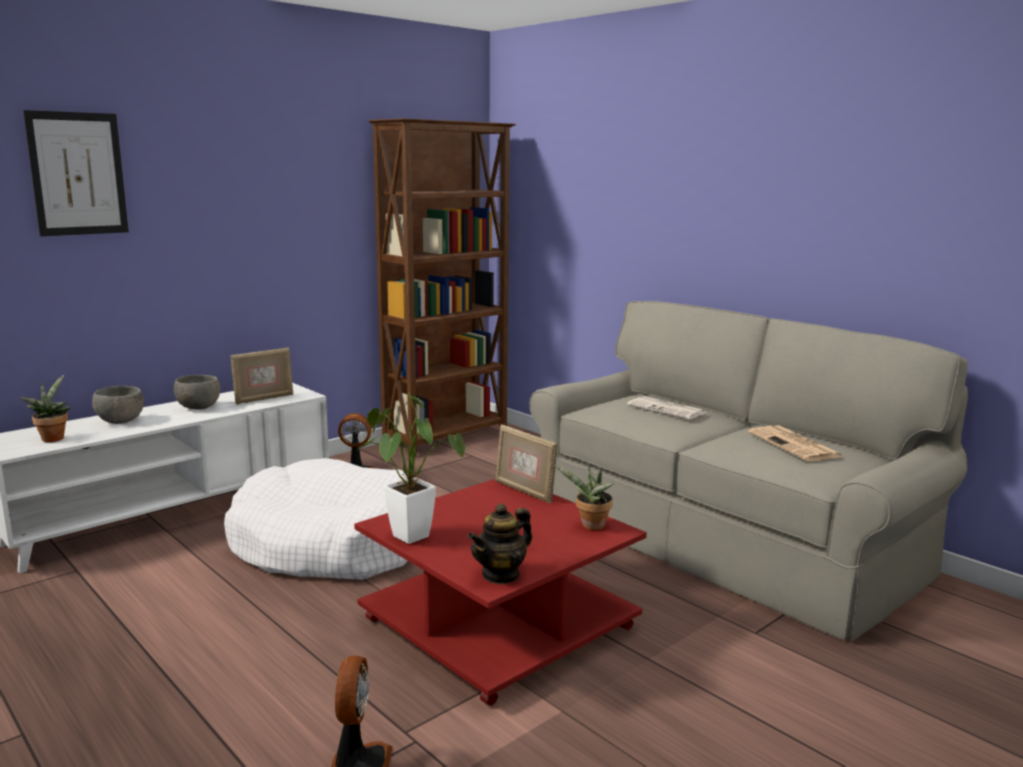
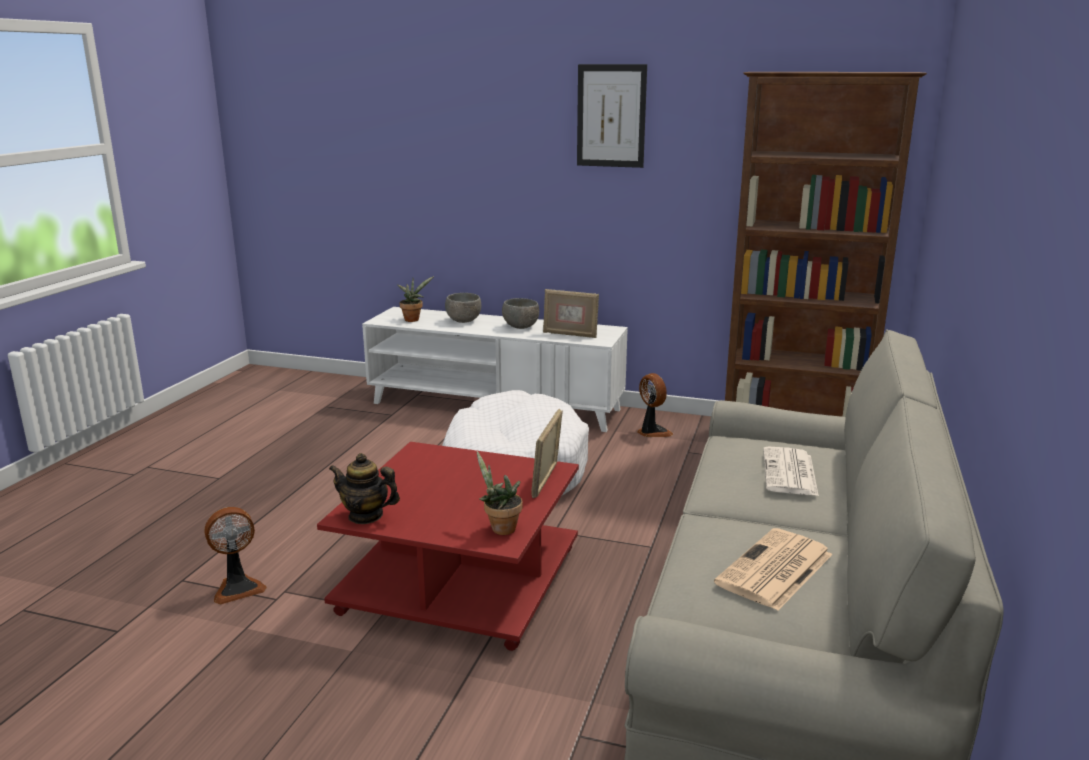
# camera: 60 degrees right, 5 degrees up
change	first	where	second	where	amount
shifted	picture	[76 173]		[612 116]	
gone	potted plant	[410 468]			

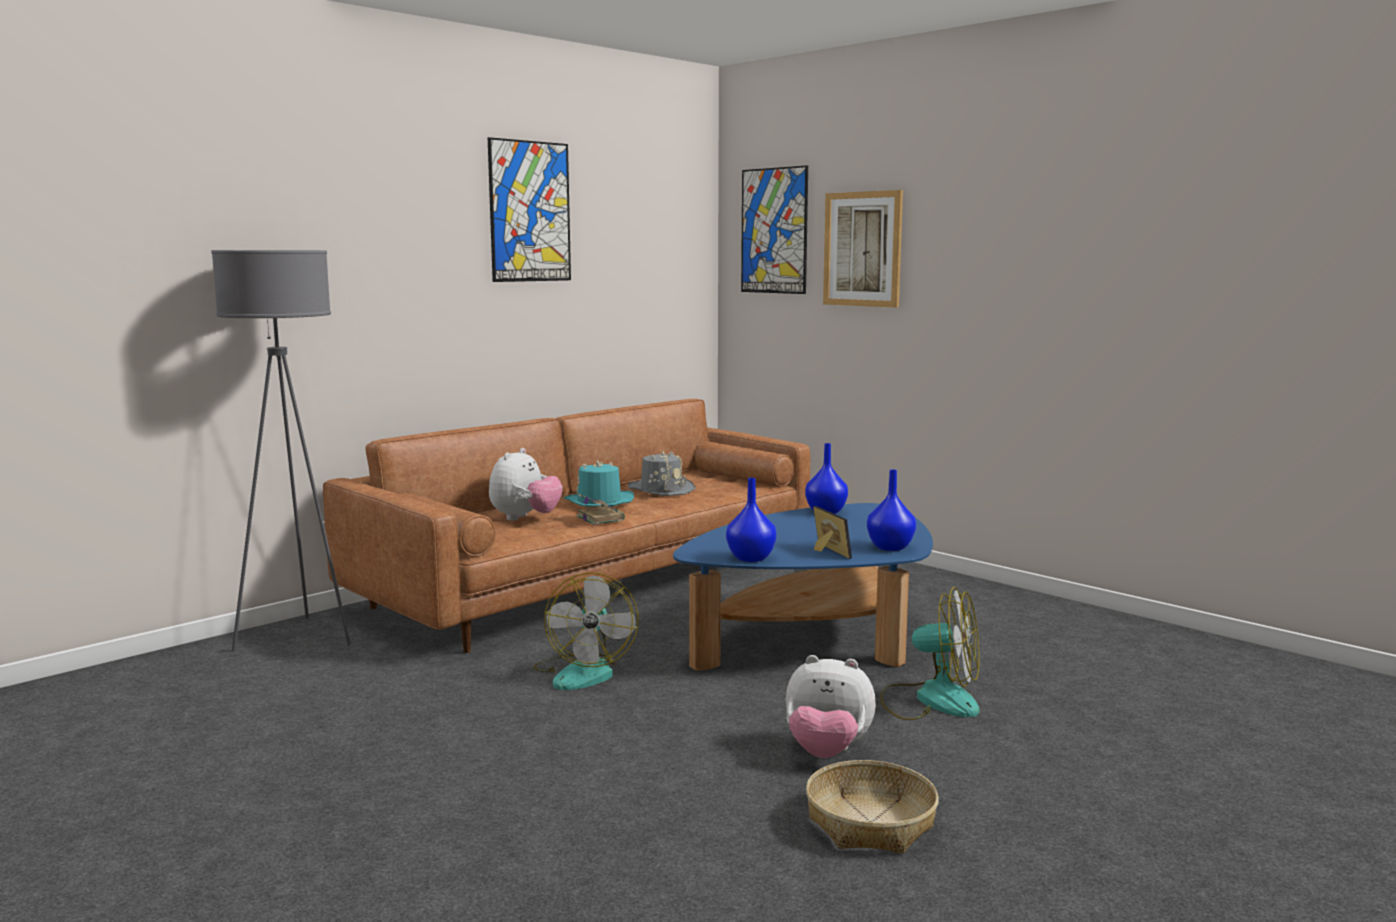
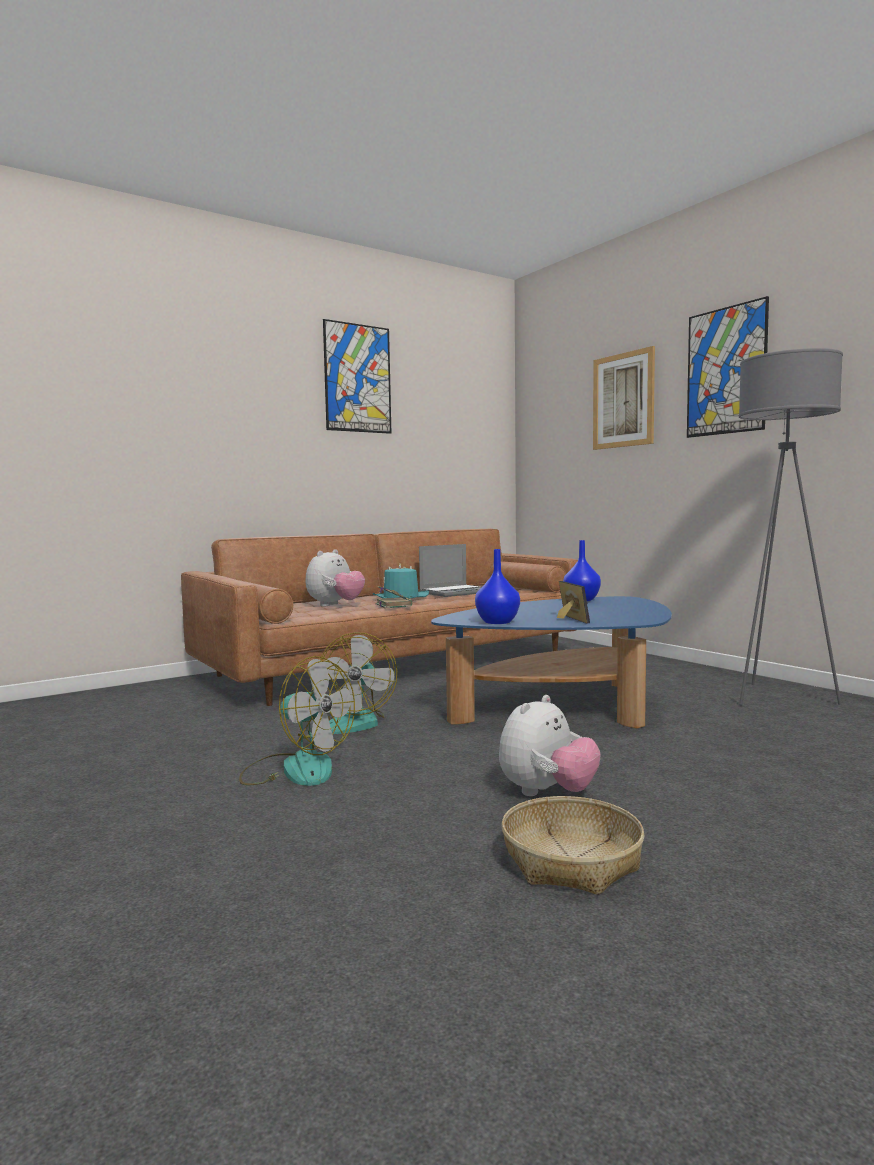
# camera: 10 degrees right, 5 degrees down
change	first	where	second	where	amount
shifted	floor lamp/gray	[281 450]		[791 526]	
swapped	clothing hat/gray	[661 473]	notebook computer	[450 570]	
shifted	picture	[774 230]		[728 367]	
rotated	plush toy	[831 706]		[550 745]	75 degrees counterclockwise
gone	flower vase/bluish	[891 510]			
shifted	cooling fan	[930 653]		[297 721]	

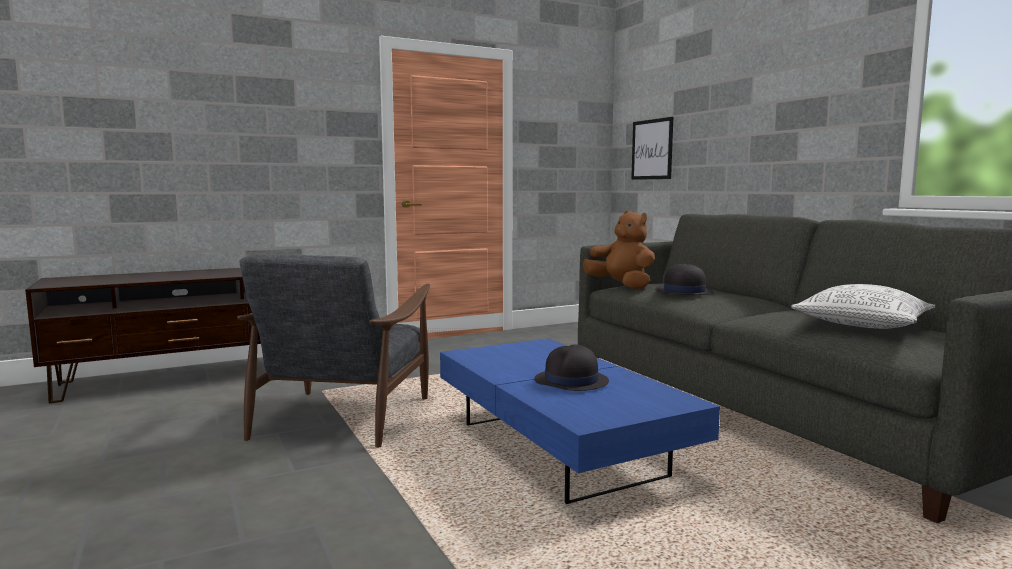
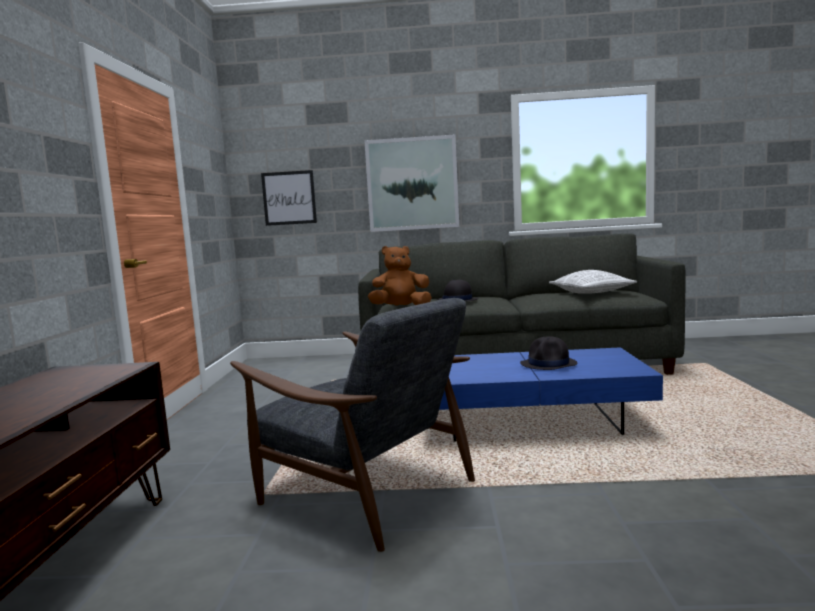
# camera: 60 degrees left, 0 degrees up
change	first	where	second	where	amount
new			picture	[411 183]	

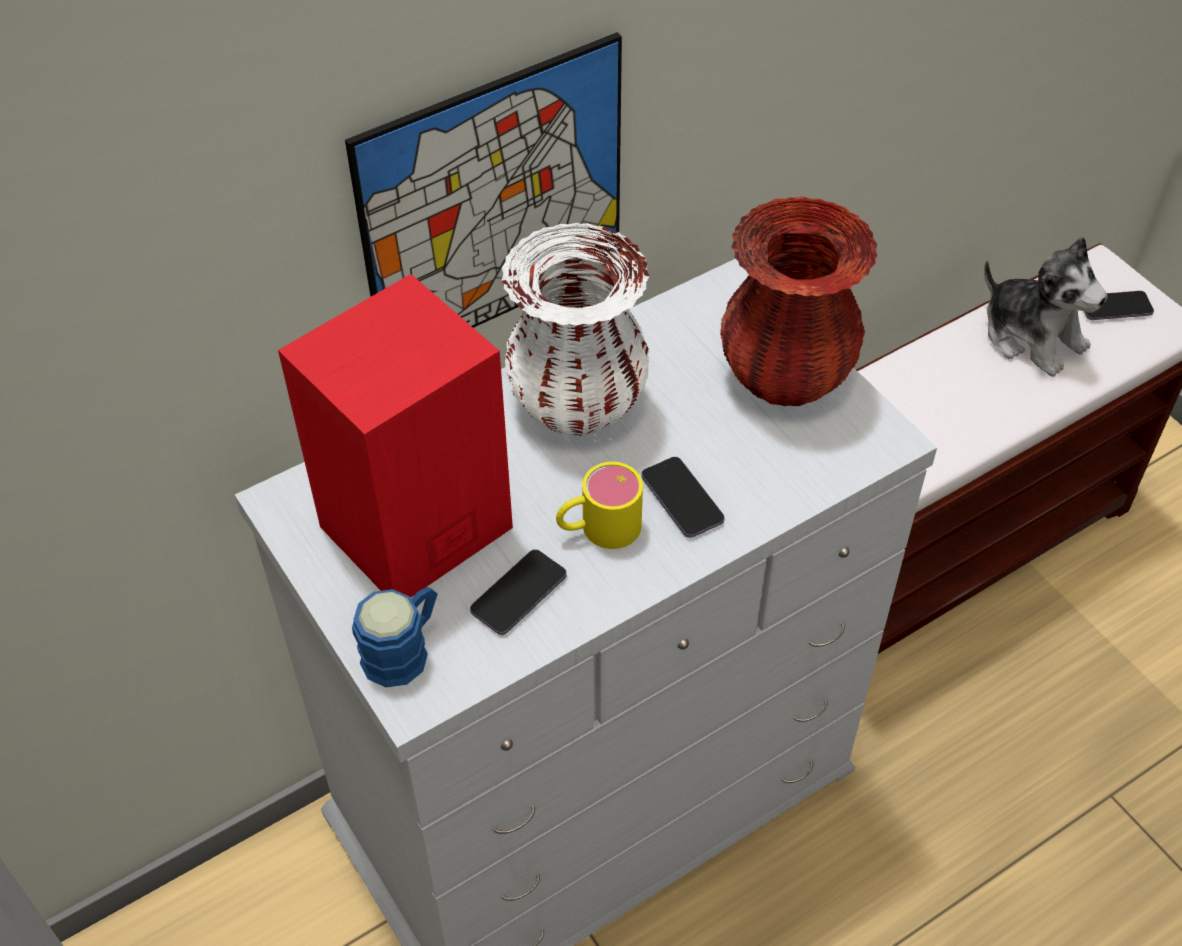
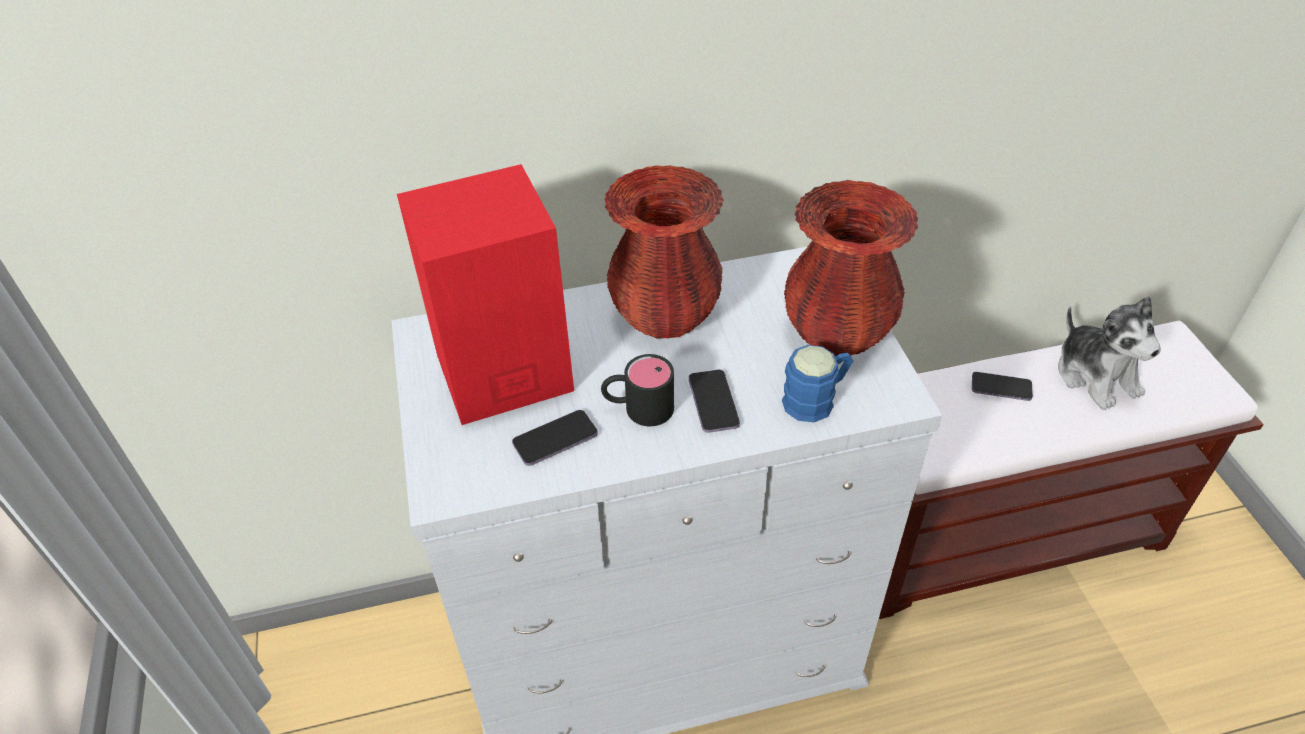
# camera: 20 degrees right, 5 degrees down
change	first	where	second	where	amount
gone	picture	[483 180]			
shifted	mug/bluish	[395 637]		[817 383]	
repainted	flower vase/white	[575 329]	flower vase/red	[664 252]	
repainted	mug/yellow-coloured	[599 505]	mug/black	[637 390]	
shifted	handset	[1119 305]		[1002 386]	

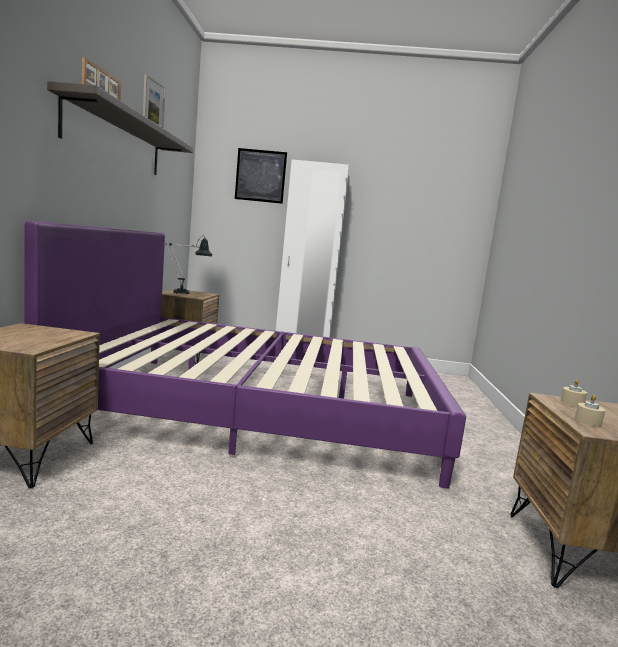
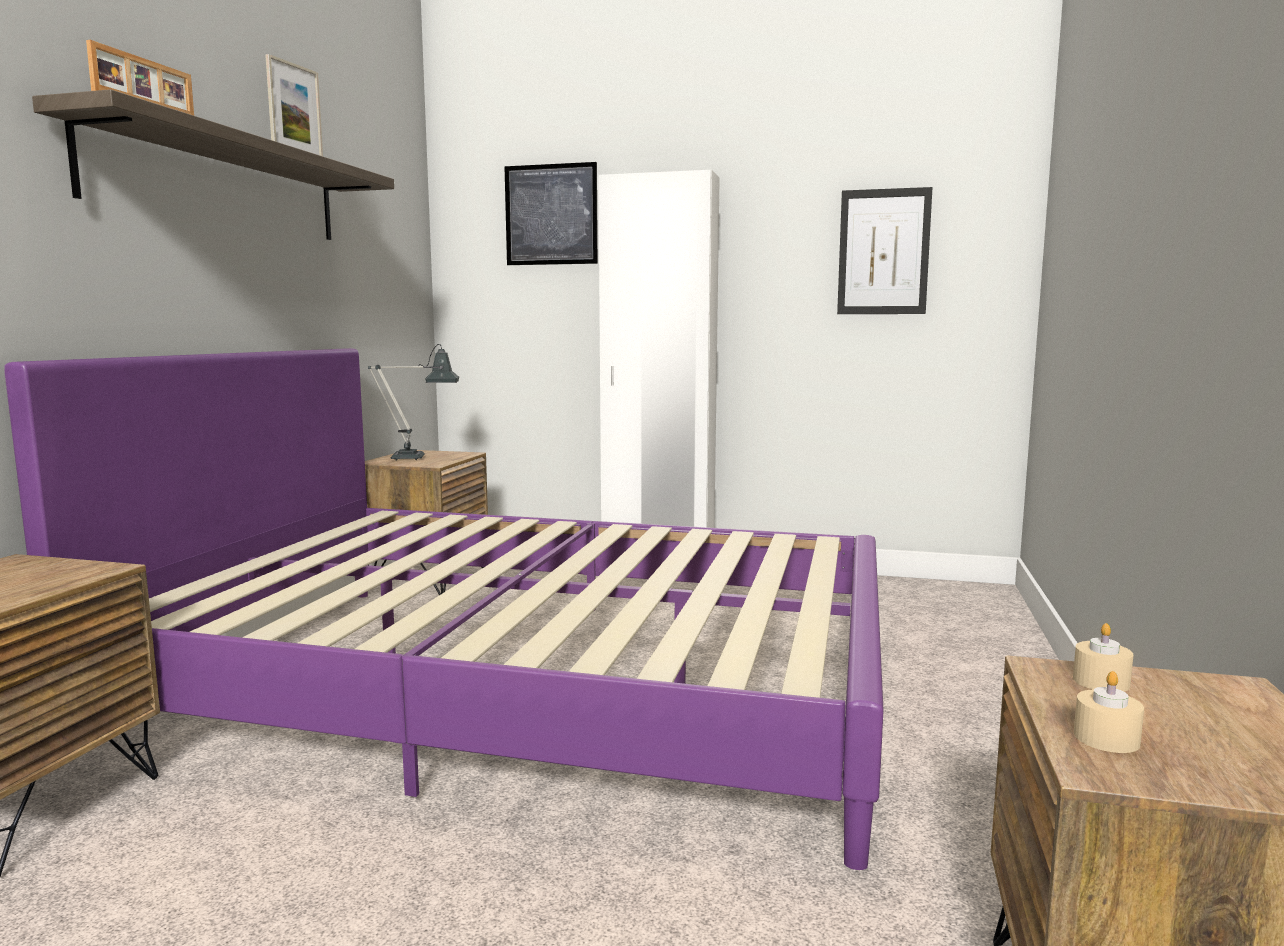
# camera: 10 degrees right, 0 degrees up
change	first	where	second	where	amount
new			picture	[885 250]	

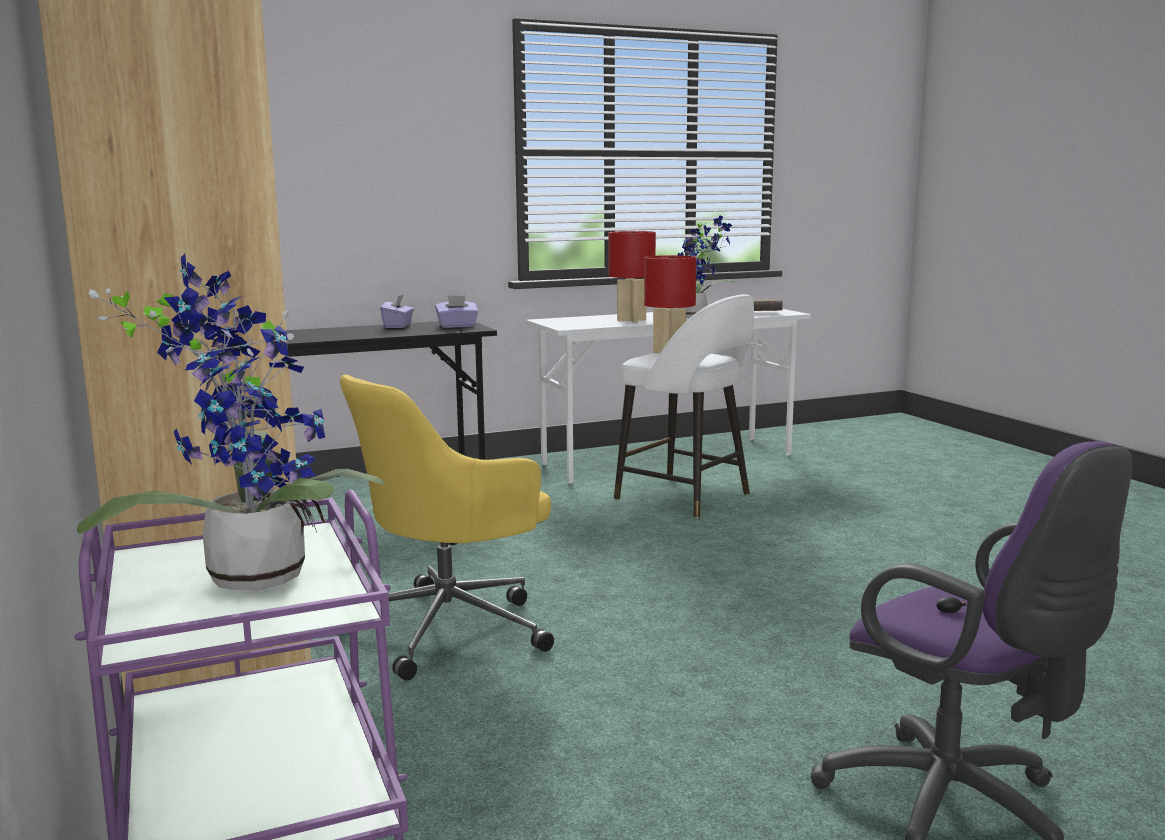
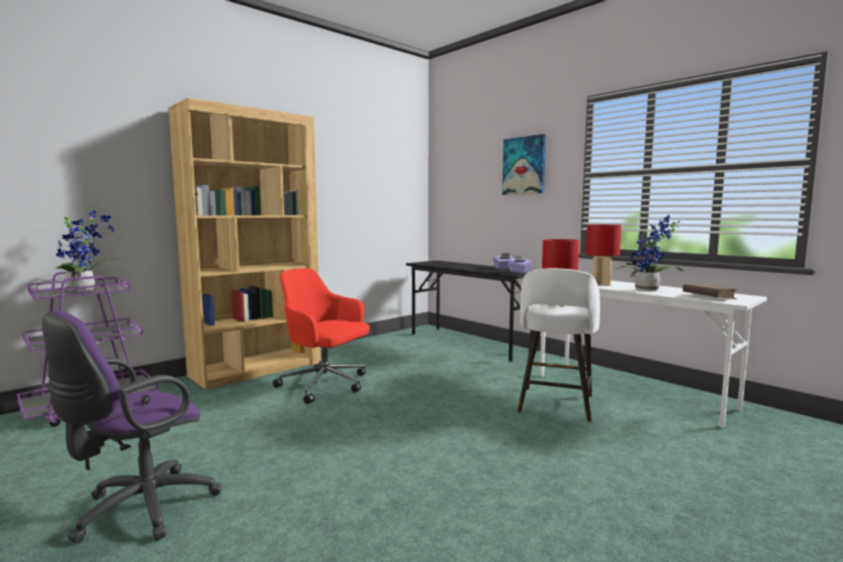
# camera: 70 degrees right, 5 degrees down
change	first	where	second	where	amount
repainted	desk chair/yellow-coloured	[447 528]	desk chair/red	[321 336]	
new			picture	[524 164]	

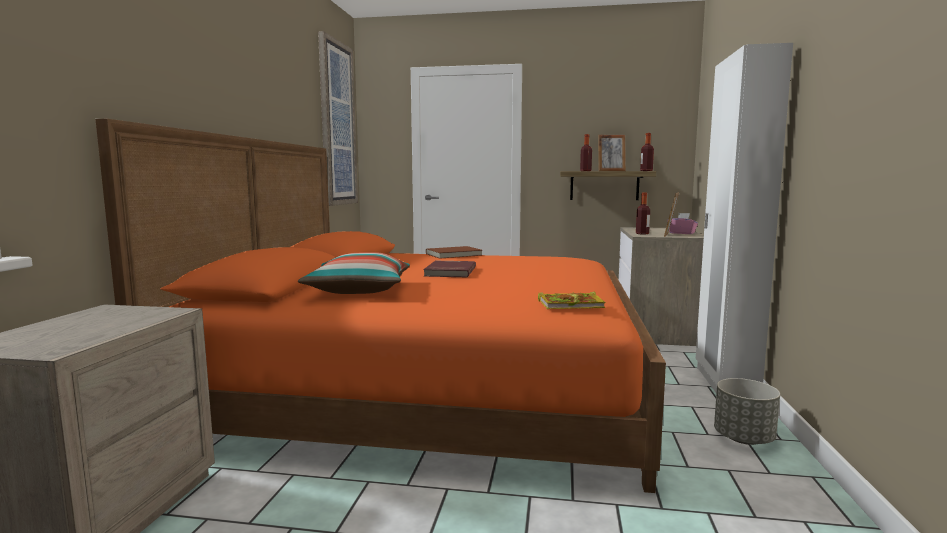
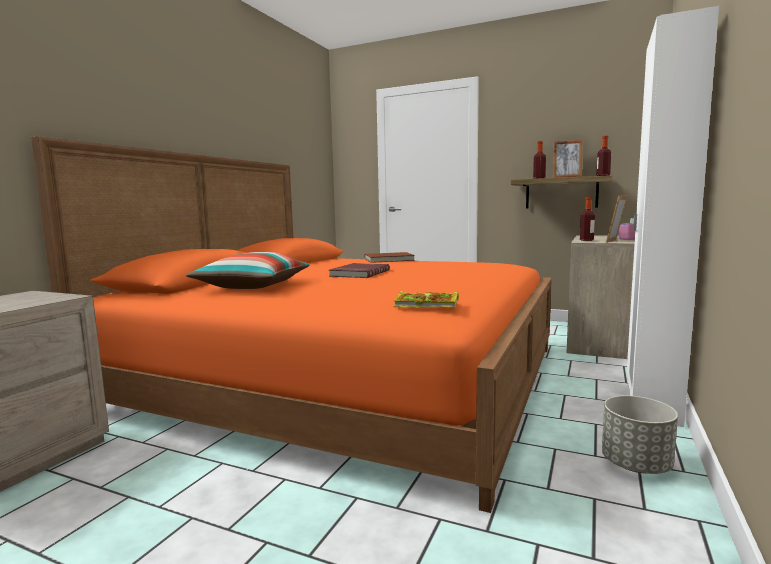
# camera: 15 degrees right, 0 degrees up
change	first	where	second	where	amount
gone	picture	[338 118]			

